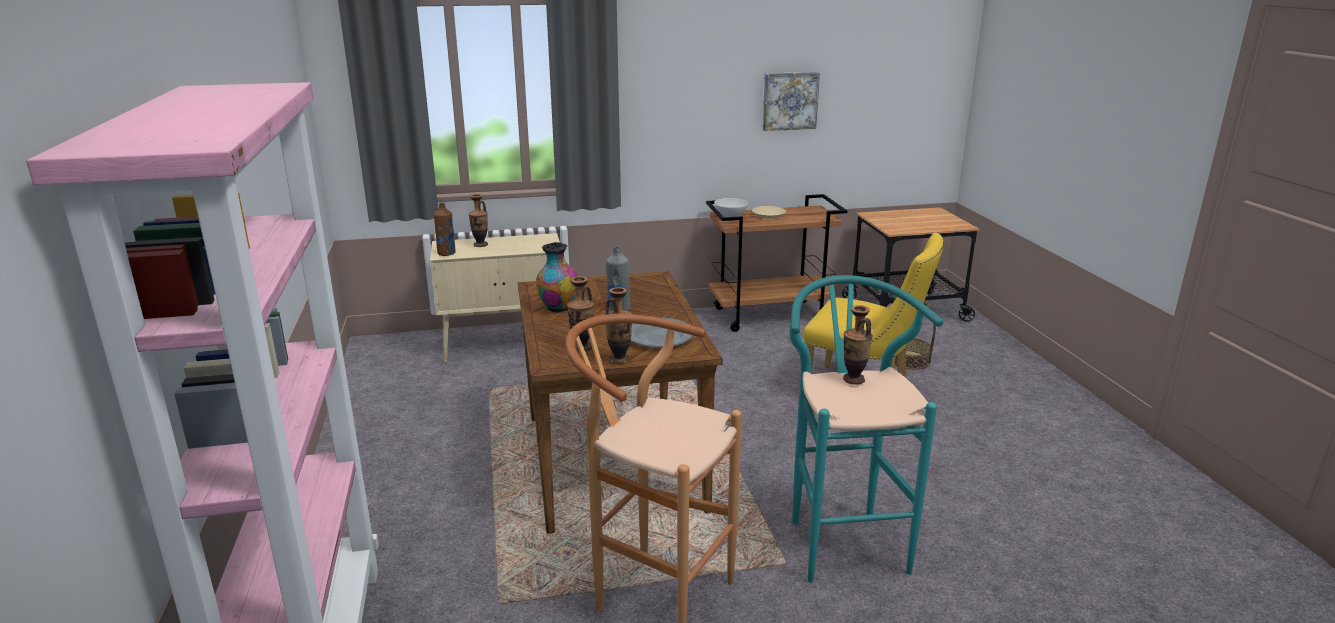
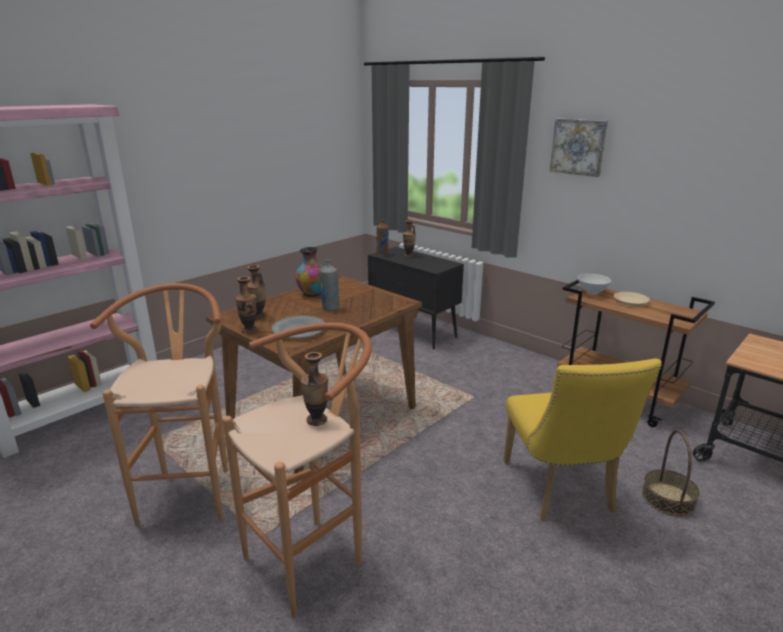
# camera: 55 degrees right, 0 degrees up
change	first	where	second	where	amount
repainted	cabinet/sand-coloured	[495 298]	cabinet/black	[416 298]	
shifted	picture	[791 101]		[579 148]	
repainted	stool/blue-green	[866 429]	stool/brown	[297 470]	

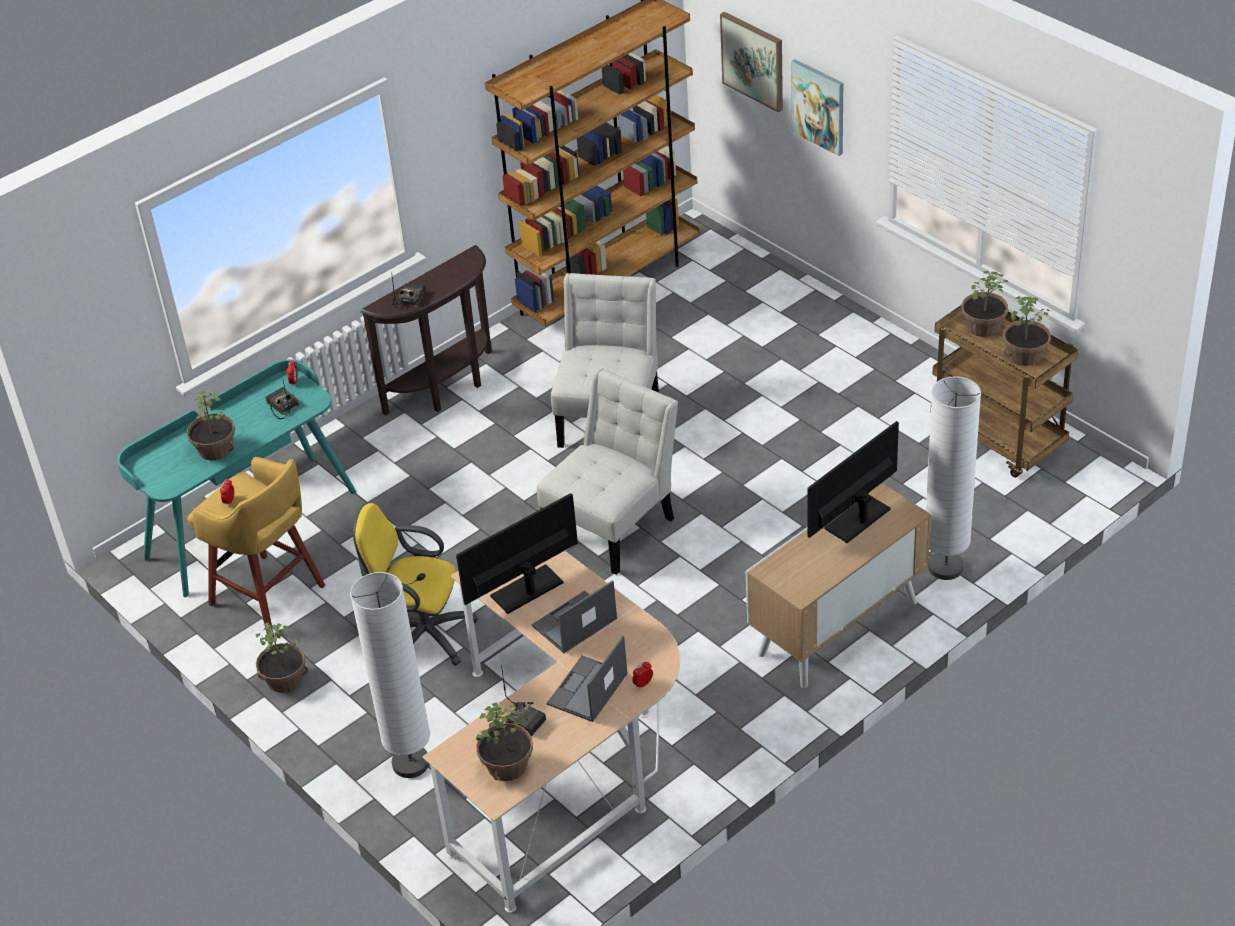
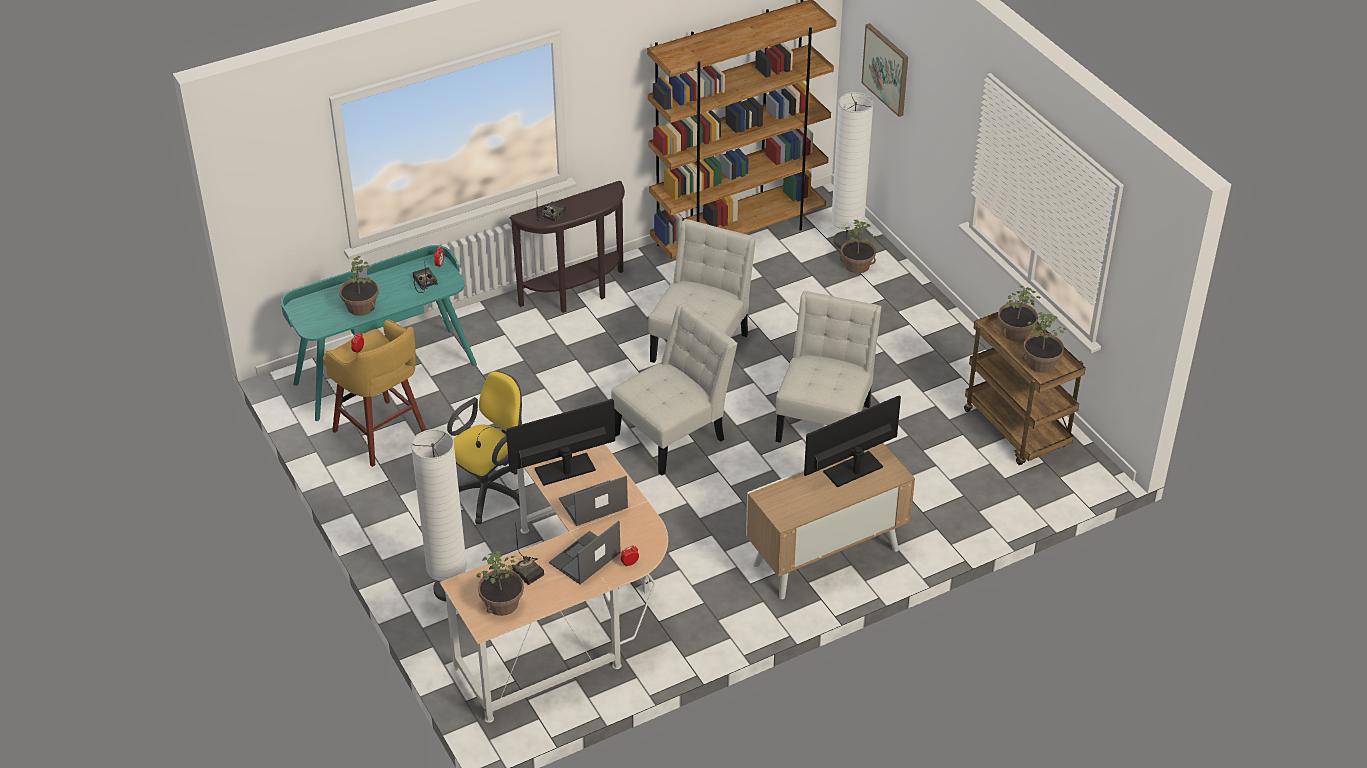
# camera: 10 degrees right, 0 degrees up
change	first	where	second	where	amount
shifted	potted plant	[282 658]		[858 246]	
rotated	desk chair/yellow-coloured	[415 584]		[484 447]	105 degrees clockwise
gone	picture	[817 107]			
shifted	floor lamp/white	[953 478]		[852 170]	
new			upright chair/white	[828 367]	

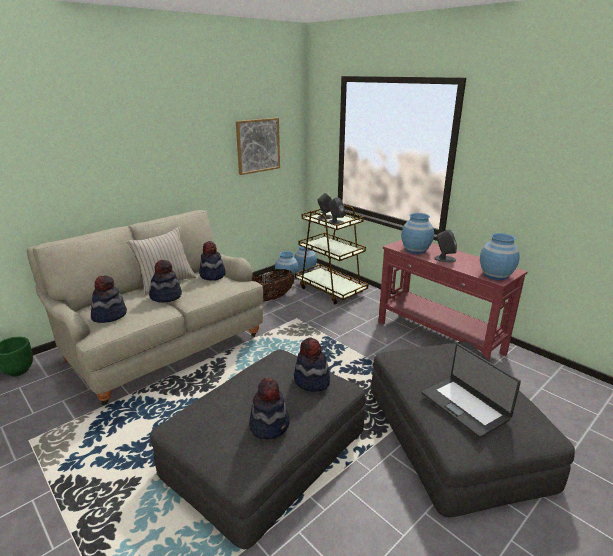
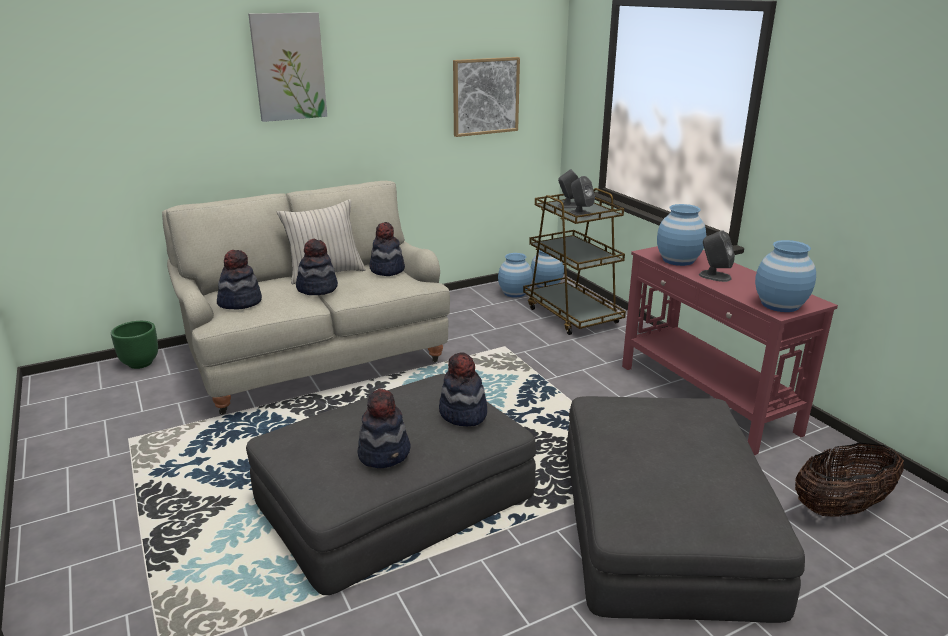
# camera: 15 degrees right, 0 degrees up
change	first	where	second	where	amount
shifted	basket	[273 285]		[849 479]	
gone	notebook computer	[471 390]			
new			picture	[287 67]	

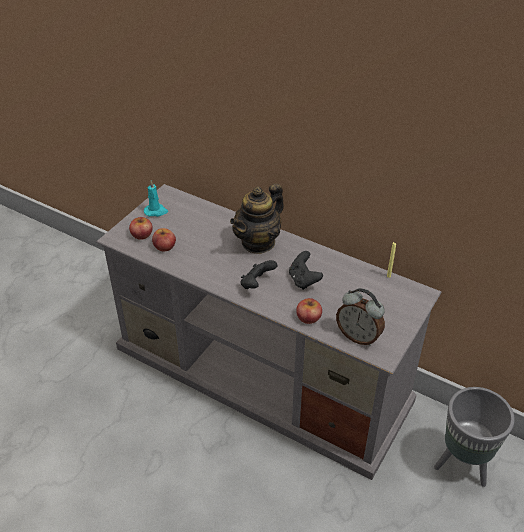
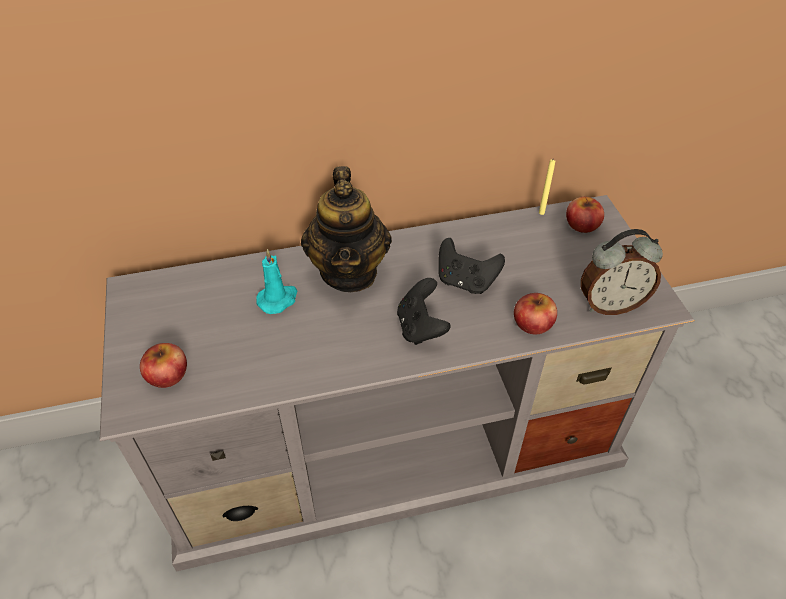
# camera: 45 degrees left, 5 degrees up
change	first	where	second	where	amount
shifted	wax light/blue-green	[156 198]		[276 281]	
shifted	apple fruit	[164 239]		[585 215]	
gone	plant pot/gray	[474 437]			

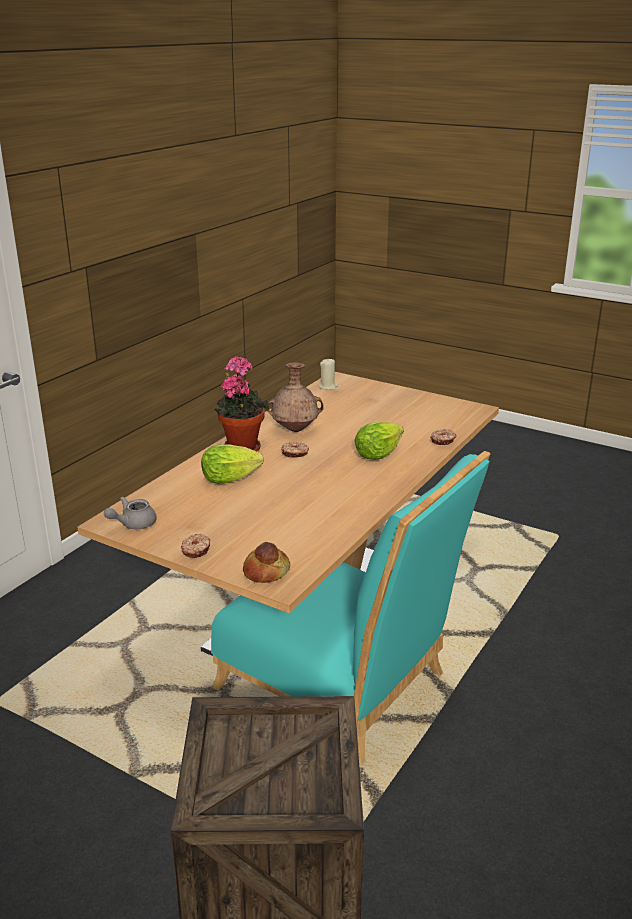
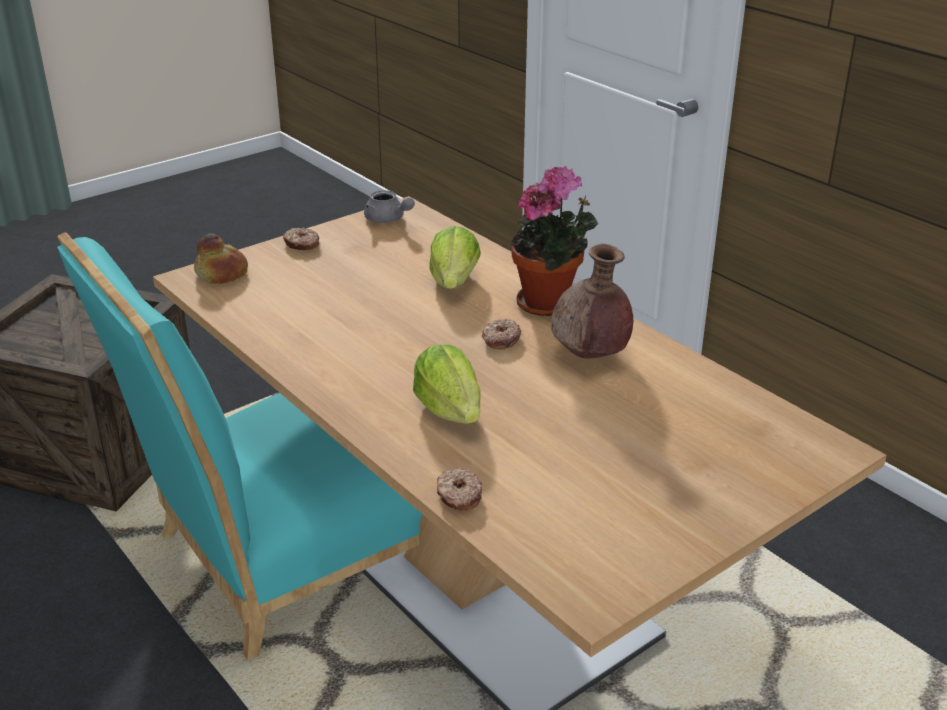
# camera: 110 degrees right, 5 degrees up
change	first	where	second	where	amount
rotated	pot for tea/gray	[130 513]		[389 206]	150 degrees clockwise
gone	wax light/sand-coloured	[328 374]			

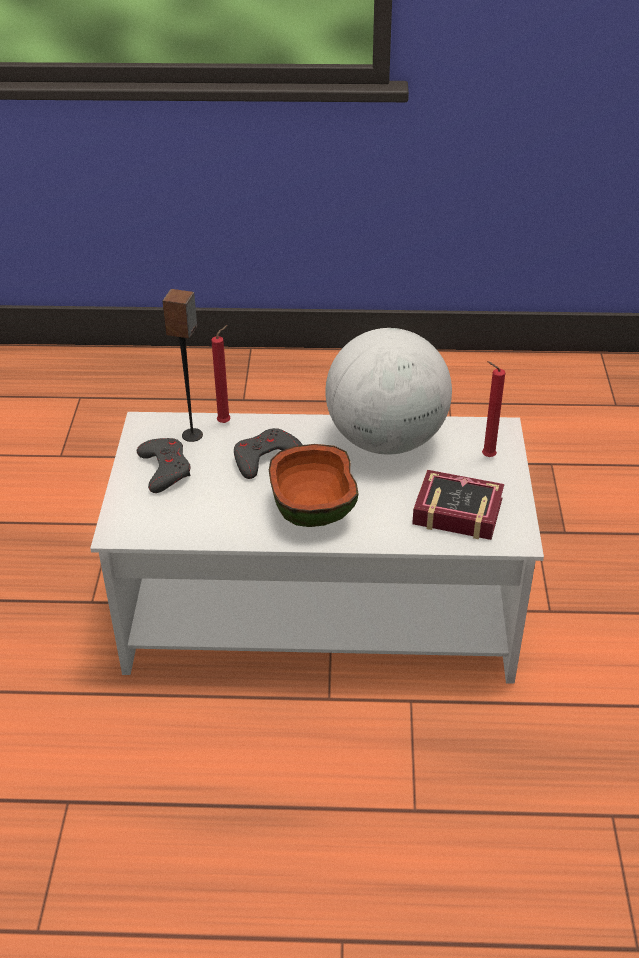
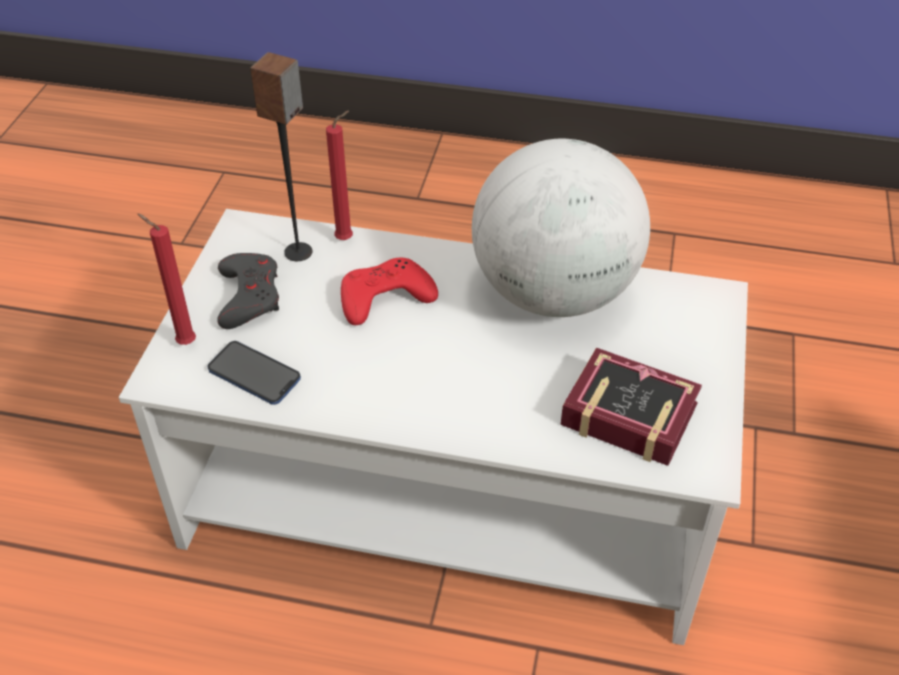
# camera: 10 degrees right, 5 degrees up
change	first	where	second	where	amount
repainted	game controller/gray	[268 453]	game controller/red	[389 291]	
gone	bowl	[313 485]			
shifted	wax light/red	[493 409]		[166 279]	
new			handset	[254 373]	

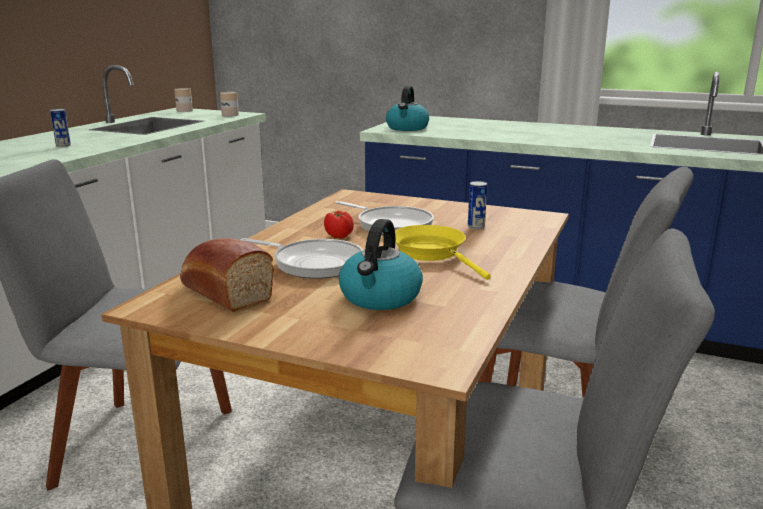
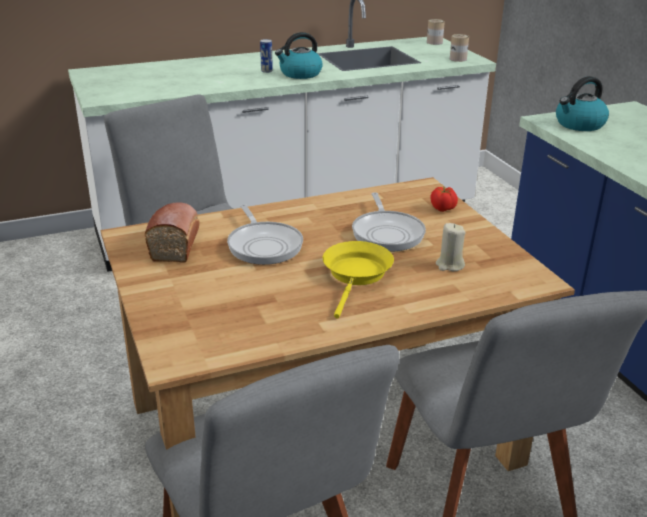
# camera: 45 degrees right, 10 degrees up
change	first	where	second	where	amount
shifted	whole tomato	[339 225]		[444 199]	
shifted	water kettle	[381 264]		[299 55]	
swapped	sealed can	[477 205]	wax light/sand-coloured	[450 247]	

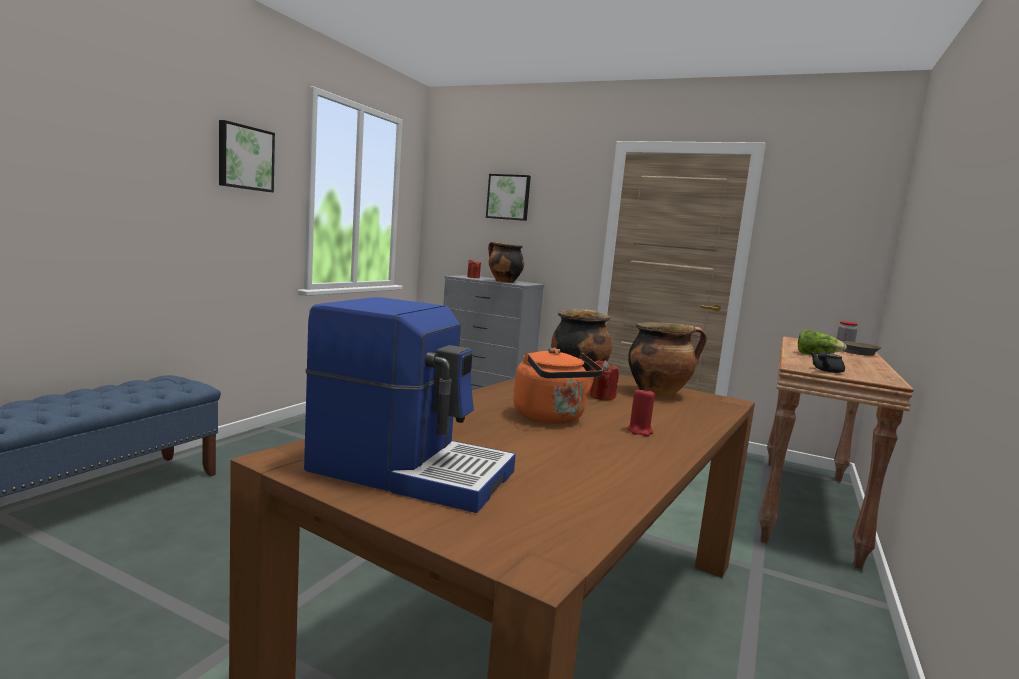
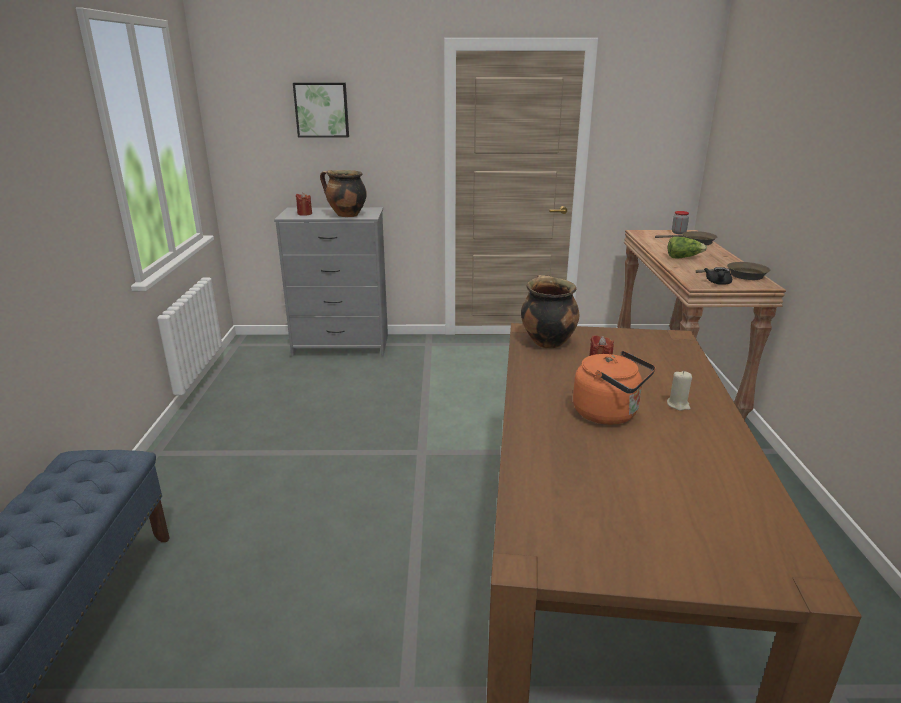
# camera: 25 degrees left, 15 degrees up
change	first	where	second	where	amount
gone	picture	[247 156]			
gone	coffee machine	[410 405]			
repainted	wax light/red	[641 411]	wax light/sand-coloured	[679 391]	
gone	cooking pot	[667 360]			
new			frying pan/brown	[733 271]	

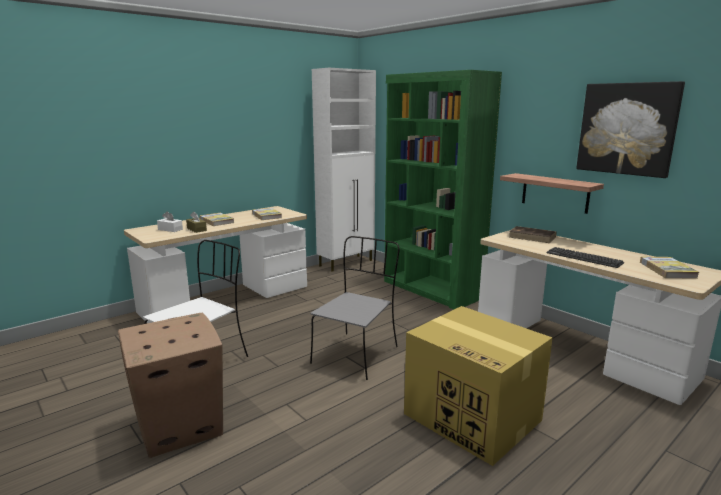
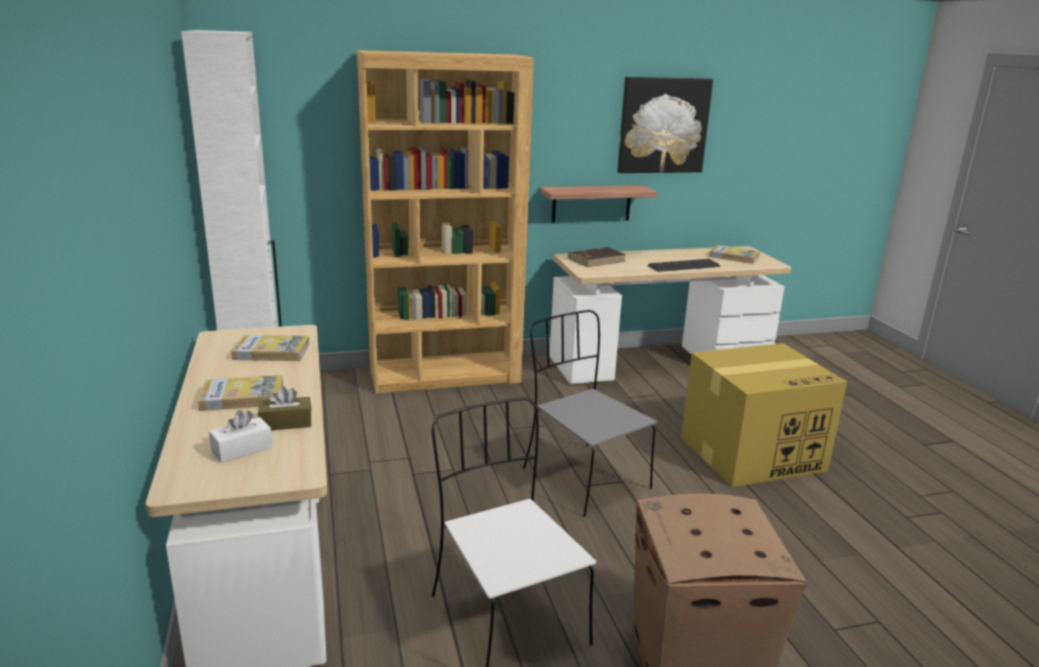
# camera: 65 degrees left, 5 degrees up
change	first	where	second	where	amount
repainted	bookshelf/greenish	[443 190]	bookshelf/brown	[445 221]	

